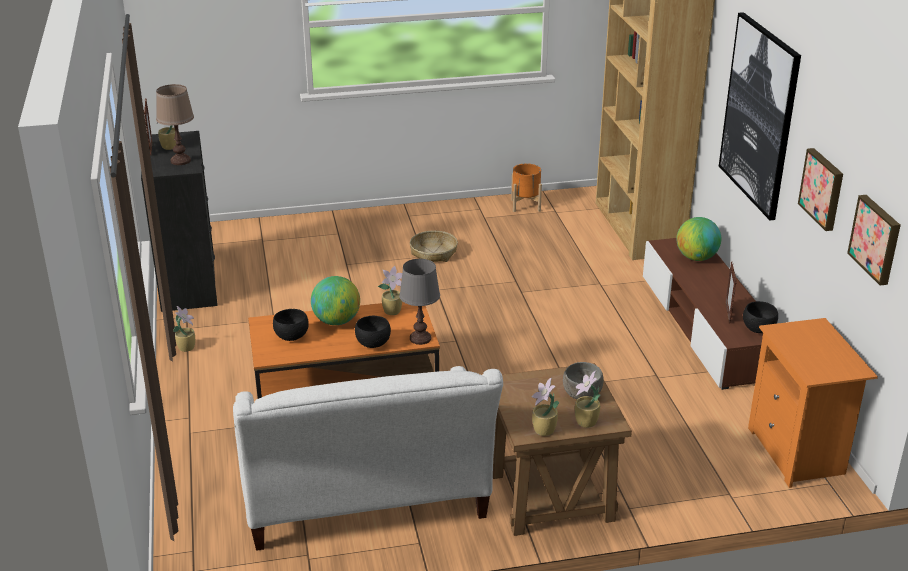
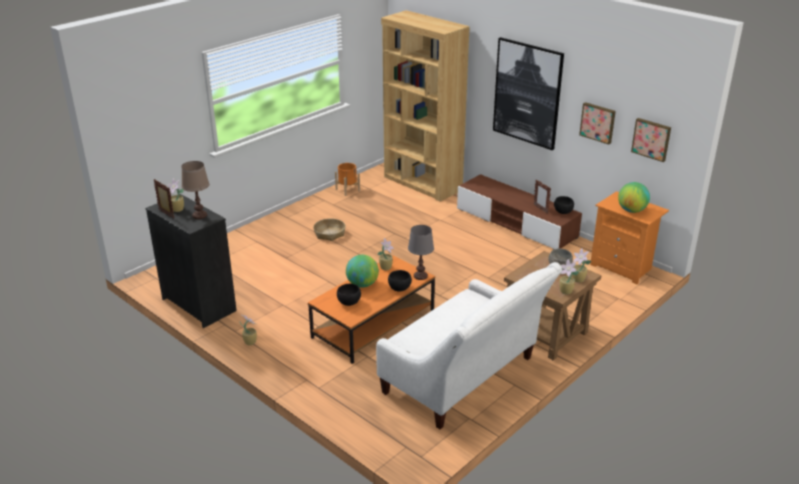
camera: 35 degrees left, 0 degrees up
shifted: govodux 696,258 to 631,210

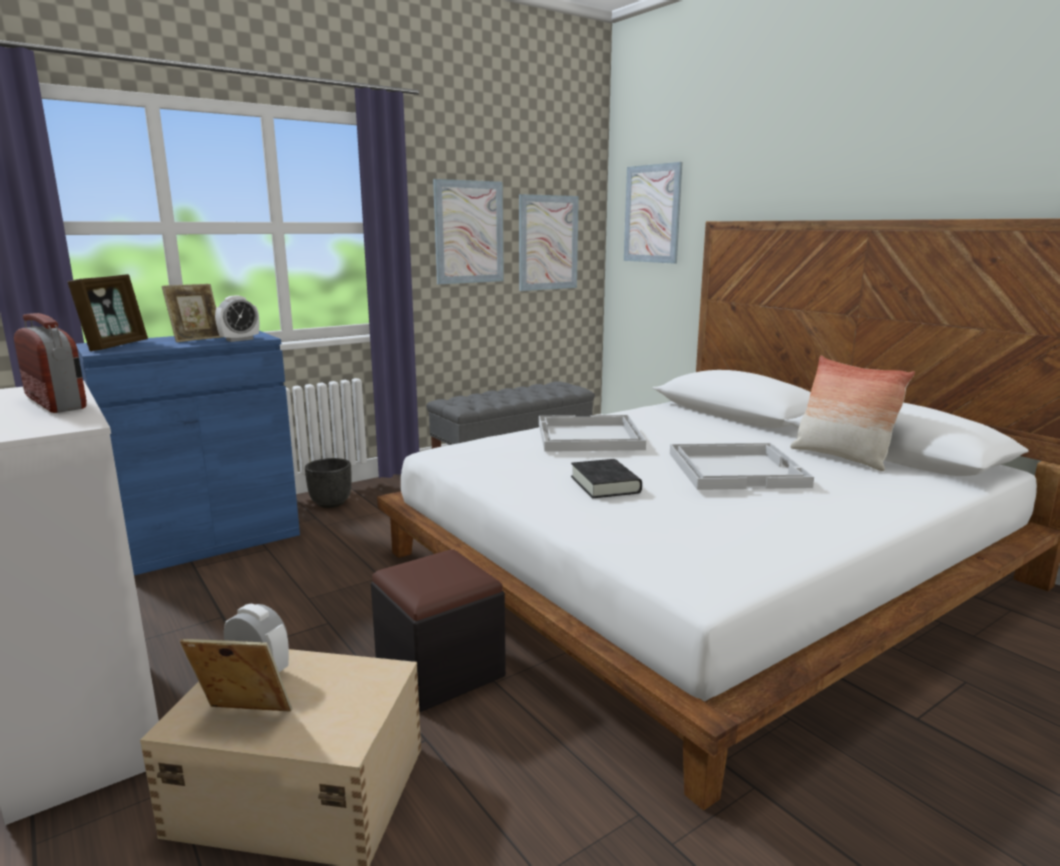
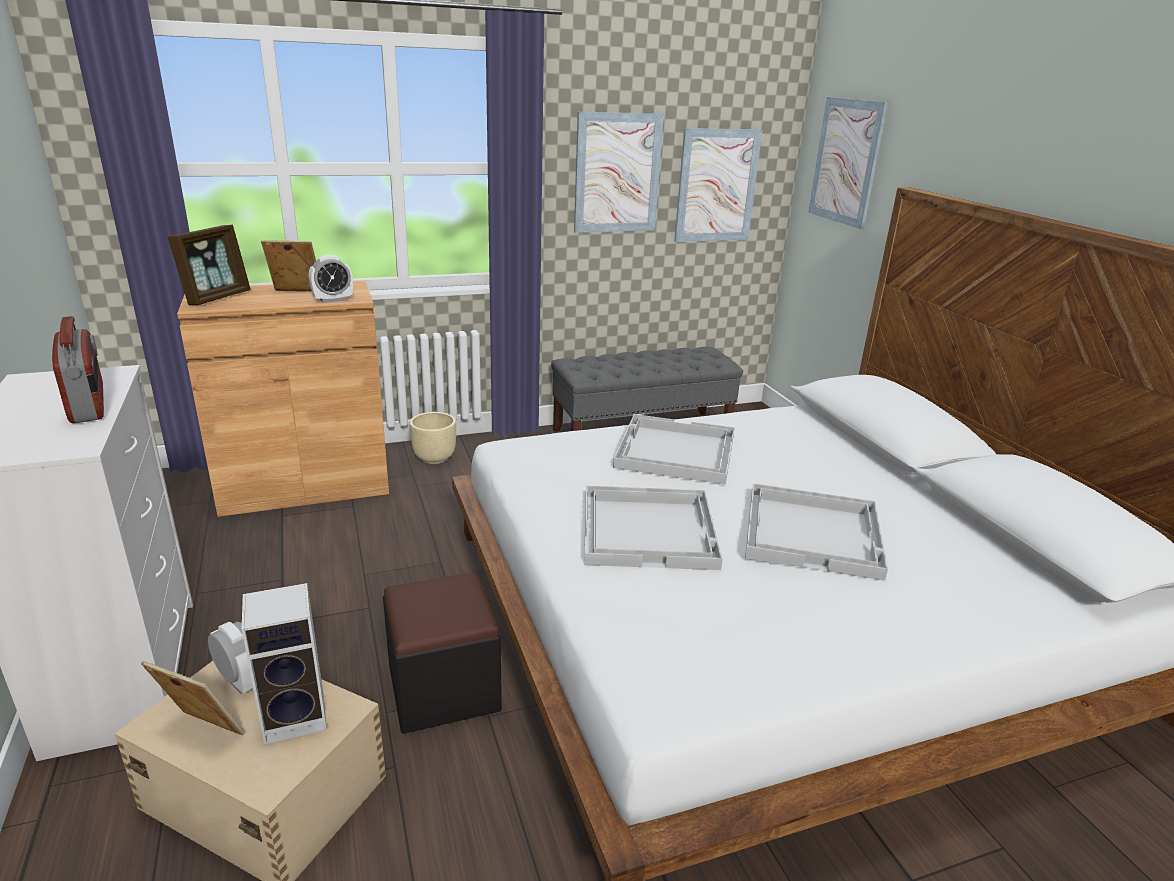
camera: 15 degrees right, 10 degrees up
gone: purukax 841,457
new: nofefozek 297,715
swapped: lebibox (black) 605,484 to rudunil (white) 649,529
repainted: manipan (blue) 207,541 to manipan (brown) 305,485; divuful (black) 331,503 to divuful (beige) 435,458
rotated: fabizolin 197,339 = 296,293 150 degrees counterclockwise

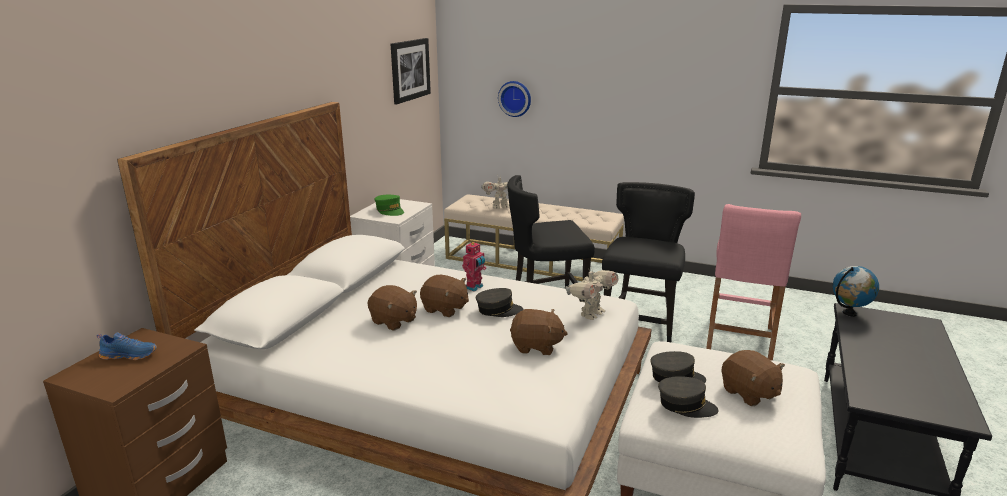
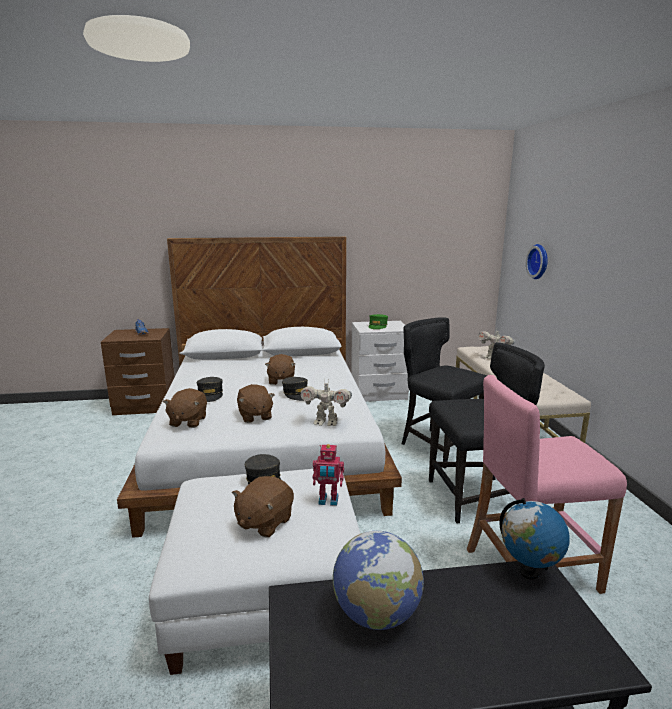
camera: 60 degrees right, 5 degrees down
gone: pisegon 410,70
new: govodux 376,614
shifted: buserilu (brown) 393,321 to 187,421; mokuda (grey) 686,405 to 210,394; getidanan 474,287 to 328,501

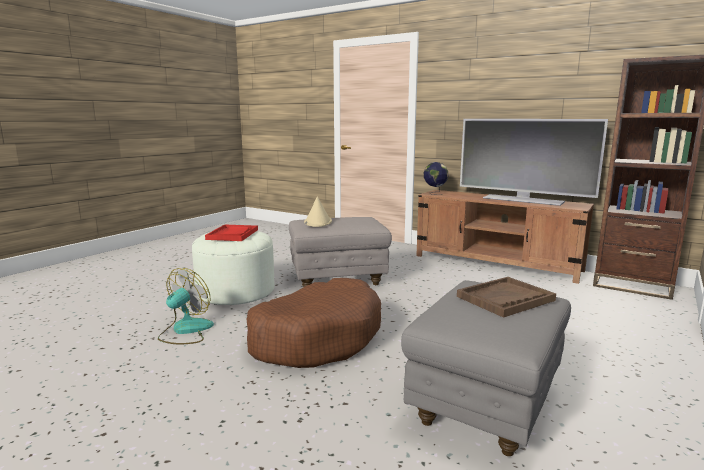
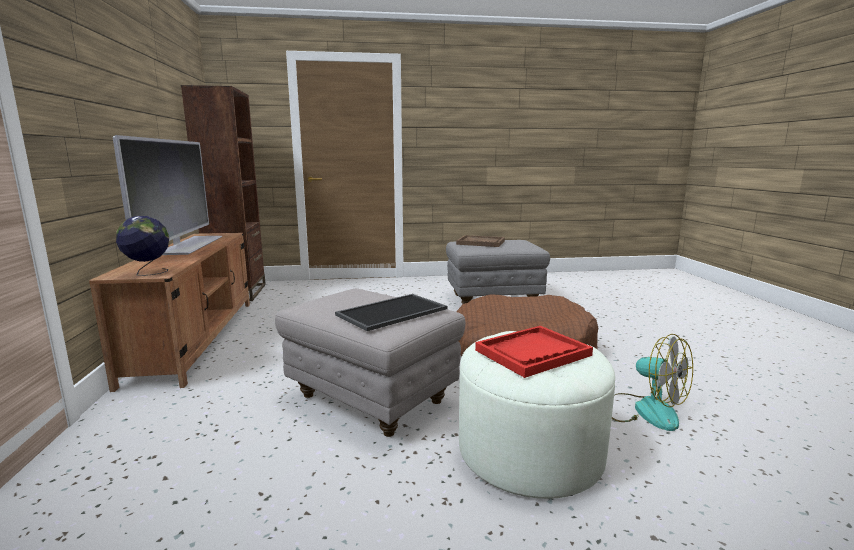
camera: 130 degrees left, 0 degrees up
swapped: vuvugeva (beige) 318,222 to rudunil 392,312
rotated: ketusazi 185,331 = 645,410 120 degrees counterclockwise

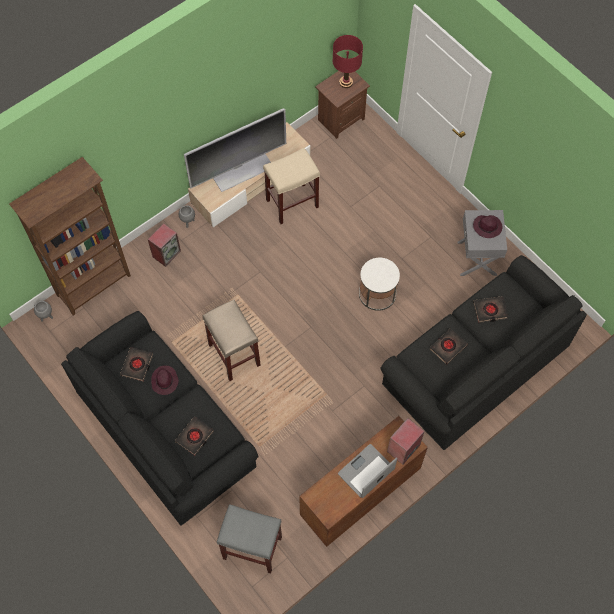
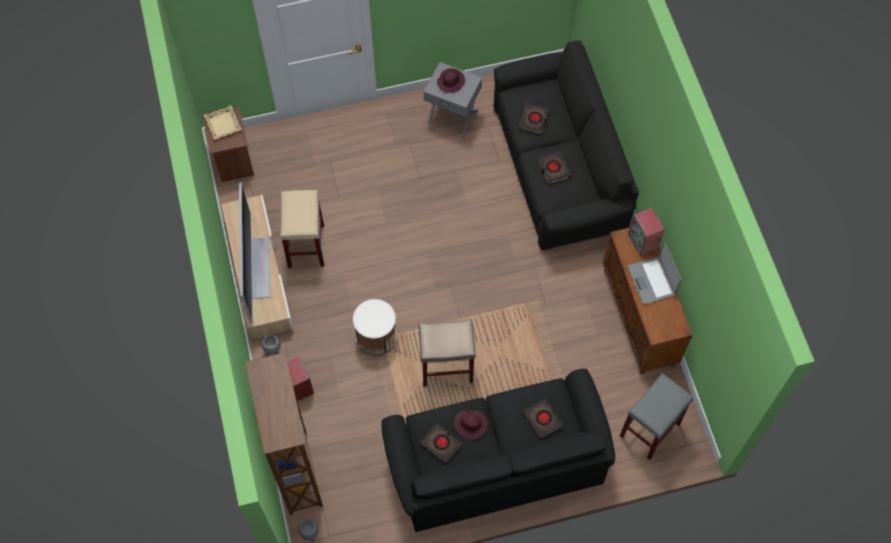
camera: 65 degrees left, 0 degrees up
shifted: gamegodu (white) 377,293 to 376,336
swapped: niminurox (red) 346,82 to rudunil (beige) 223,124

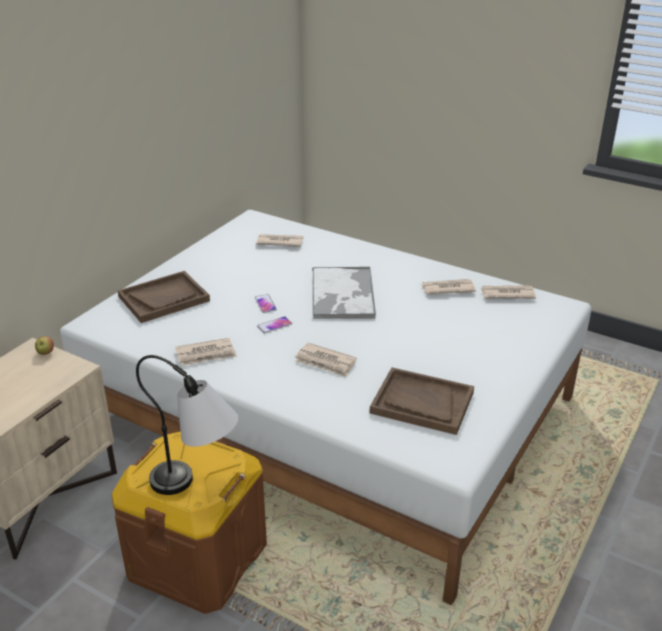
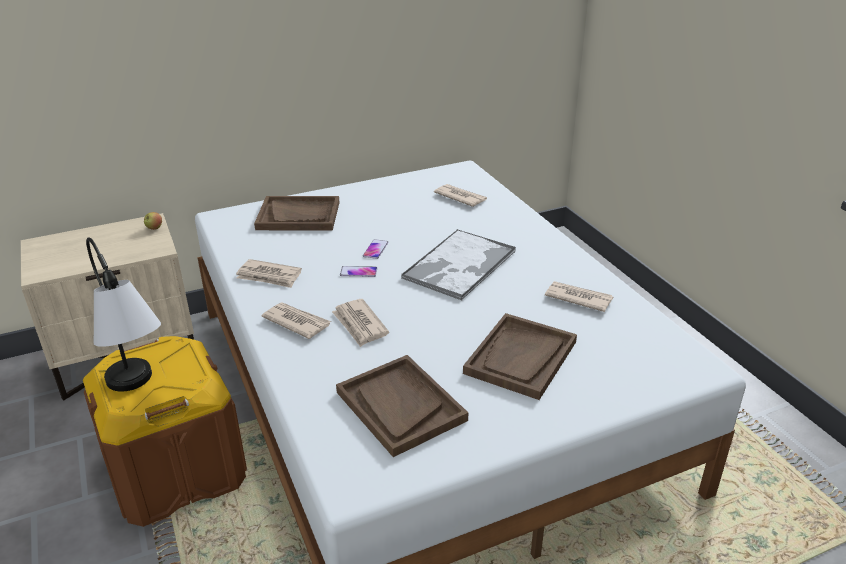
camera: 35 degrees right, 0 degrees up
new: rudunil (brown) 521,358
shifted: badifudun 507,294 to 296,322

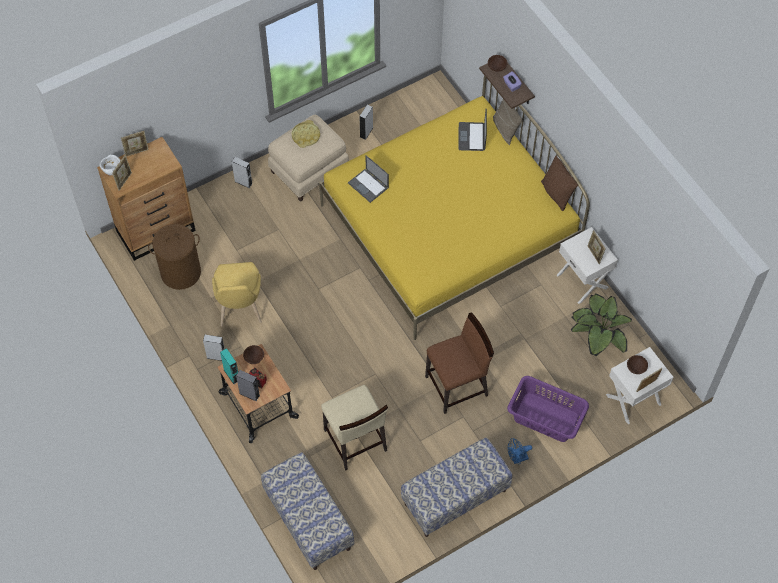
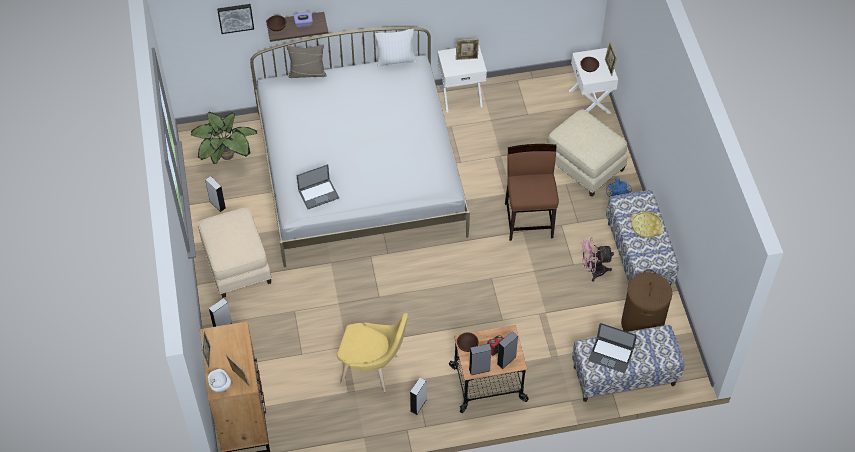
camera: 70 degrees left, 5 degrees down
gone: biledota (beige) 355,441
new: pisegon 235,17; ketusazi (pink) 593,271
shifted: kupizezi 597,341 to 227,157; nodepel 472,136 to 611,355; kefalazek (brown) 181,272 to 642,323; rudunil (yellow) 306,136 to 646,226
swapped: kefalazek (purple) 545,417 to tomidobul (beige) 583,166
repainted: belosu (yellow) 449,228 to belosu (white) 360,173; purukax (brown) 556,194 to purukax (white) 396,60; nofefozek (turquoise) 232,375 to nofefozek (grey) 479,369

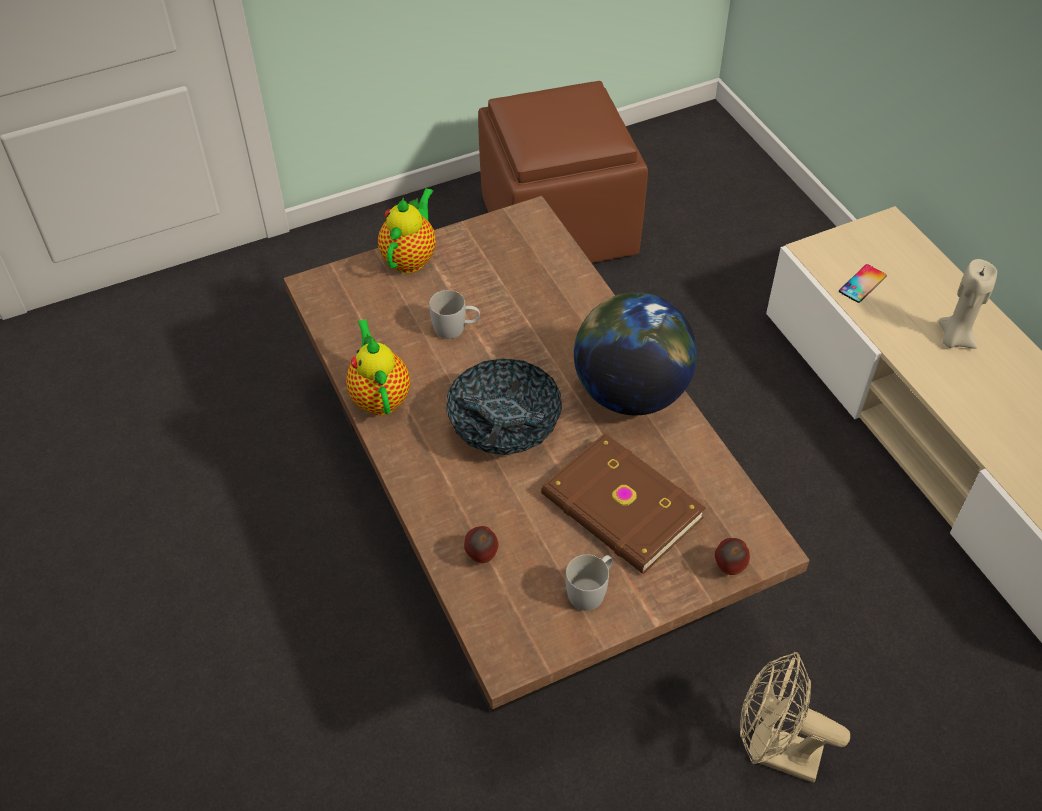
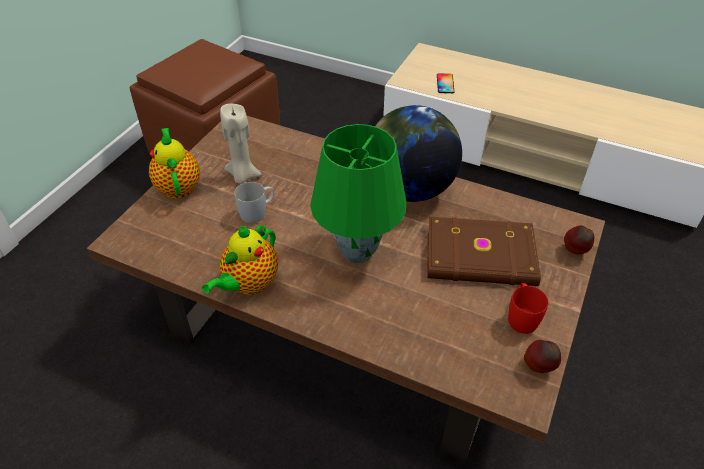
camera: 40 degrees left, 5 degrees down
gone: ketusazi (beige) 773,752
shifted: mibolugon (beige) 954,339 to 242,176; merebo 481,556 to 538,367
swapped: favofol 504,427 to niminurox (green) 357,253
repainted: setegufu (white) 591,590 to setegufu (red) 521,316
rotated: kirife 380,396 = 249,284 90 degrees counterclockwise

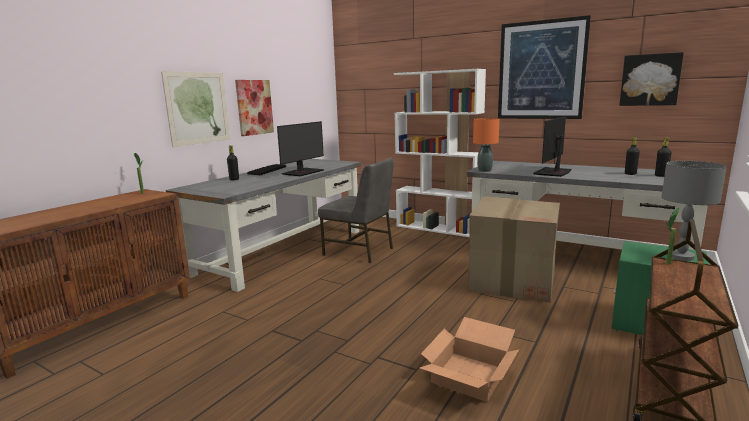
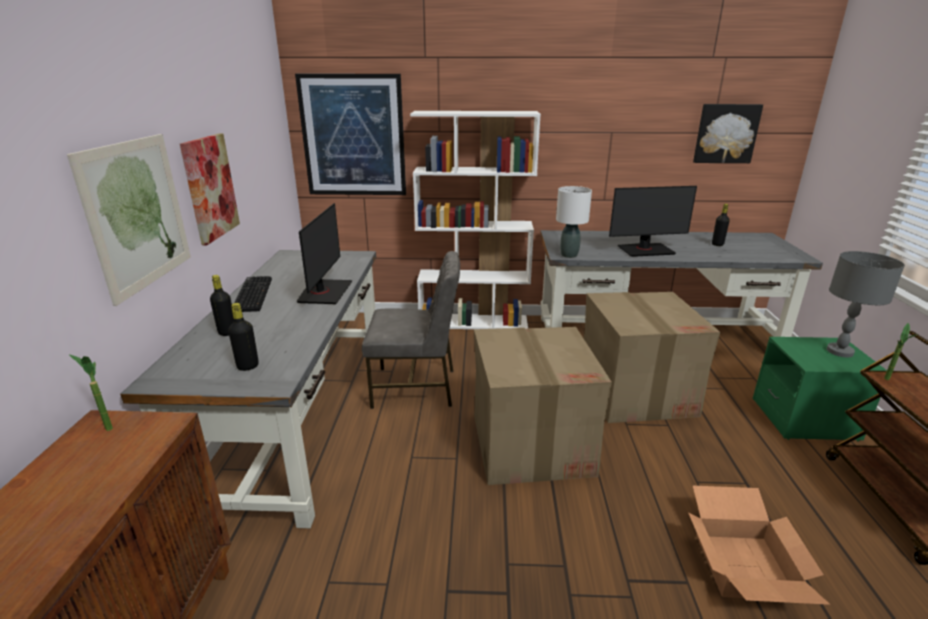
camera: 30 degrees left, 10 degrees up
new: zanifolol 531,443
shifted: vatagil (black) 661,176 to 248,366; pisegon 541,70 to 353,136
repainted: niminurox (orange) 485,170 to niminurox (white) 569,255
rotated: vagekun 553,172 = 645,250 105 degrees counterclockwise

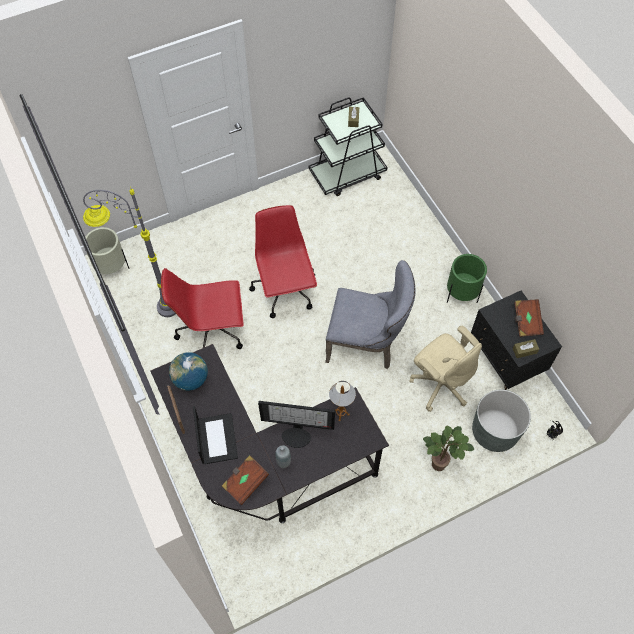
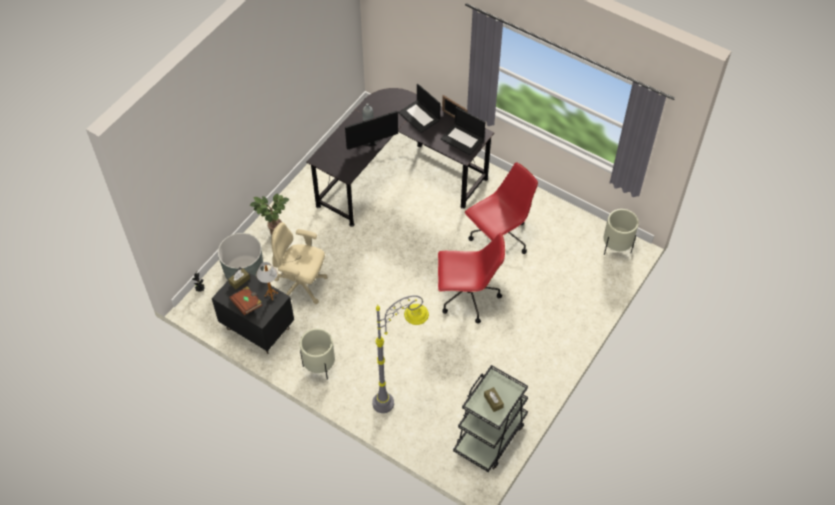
camera: 150 degrees right, 5 degrees down
gone: lebibox (brown) 245,482; biledota (grey) 367,343
shifted: niminurox 341,413 to 271,294; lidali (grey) 149,306 to 400,396
swapped: govodux 191,379 to nodepel 463,139
repainted: divuful (green) 461,295 to divuful (beige) 319,366
rotated: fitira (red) 285,291 = 467,297 45 degrees counterclockwise

